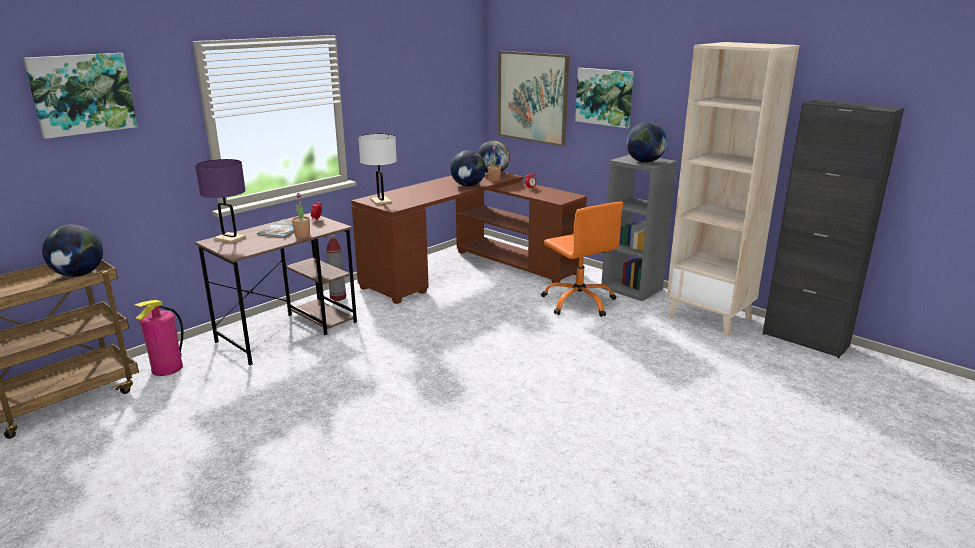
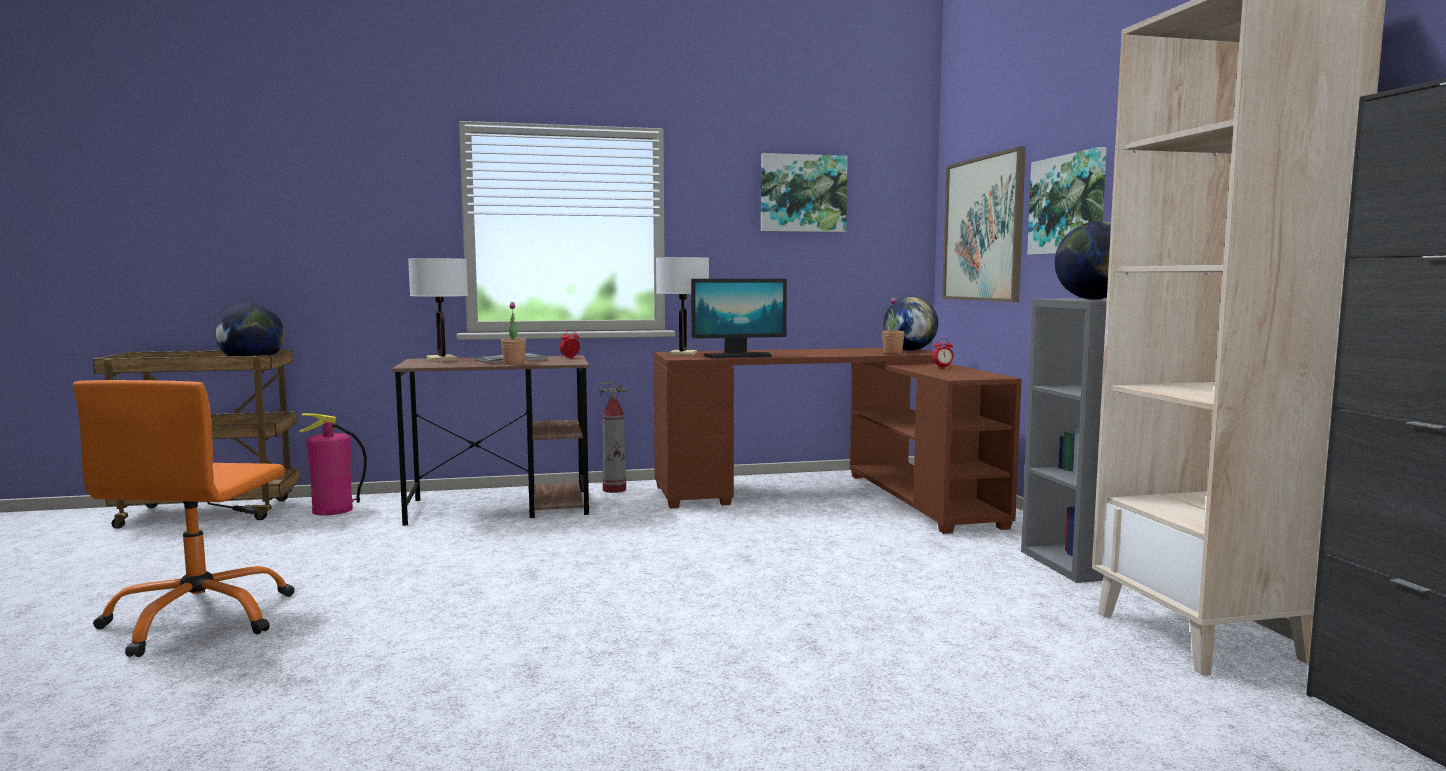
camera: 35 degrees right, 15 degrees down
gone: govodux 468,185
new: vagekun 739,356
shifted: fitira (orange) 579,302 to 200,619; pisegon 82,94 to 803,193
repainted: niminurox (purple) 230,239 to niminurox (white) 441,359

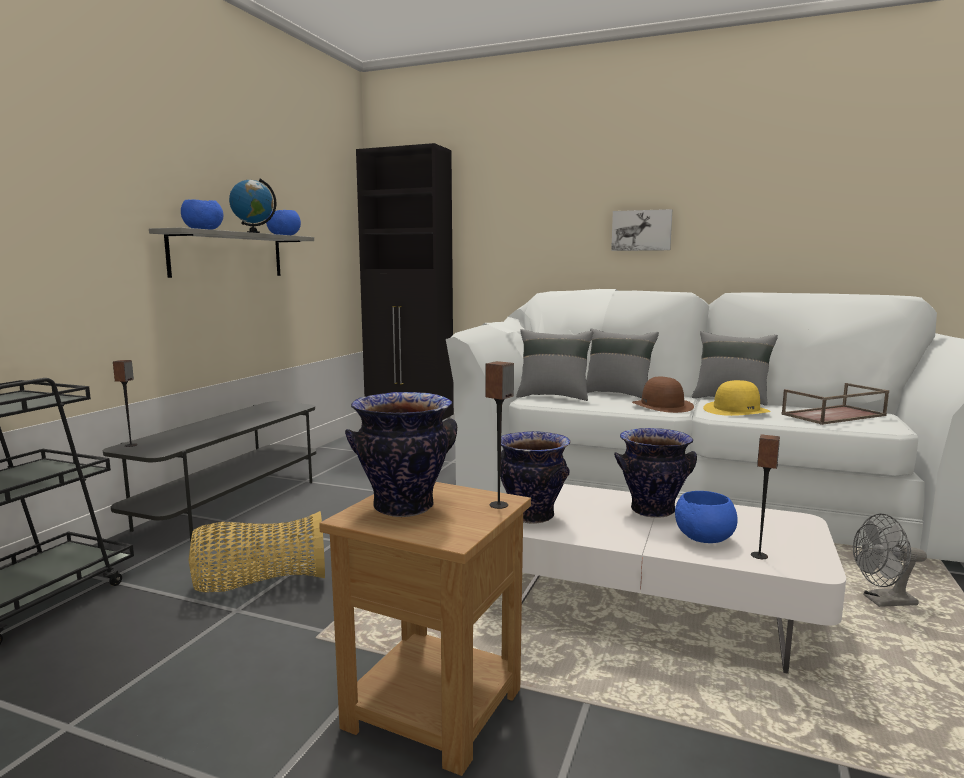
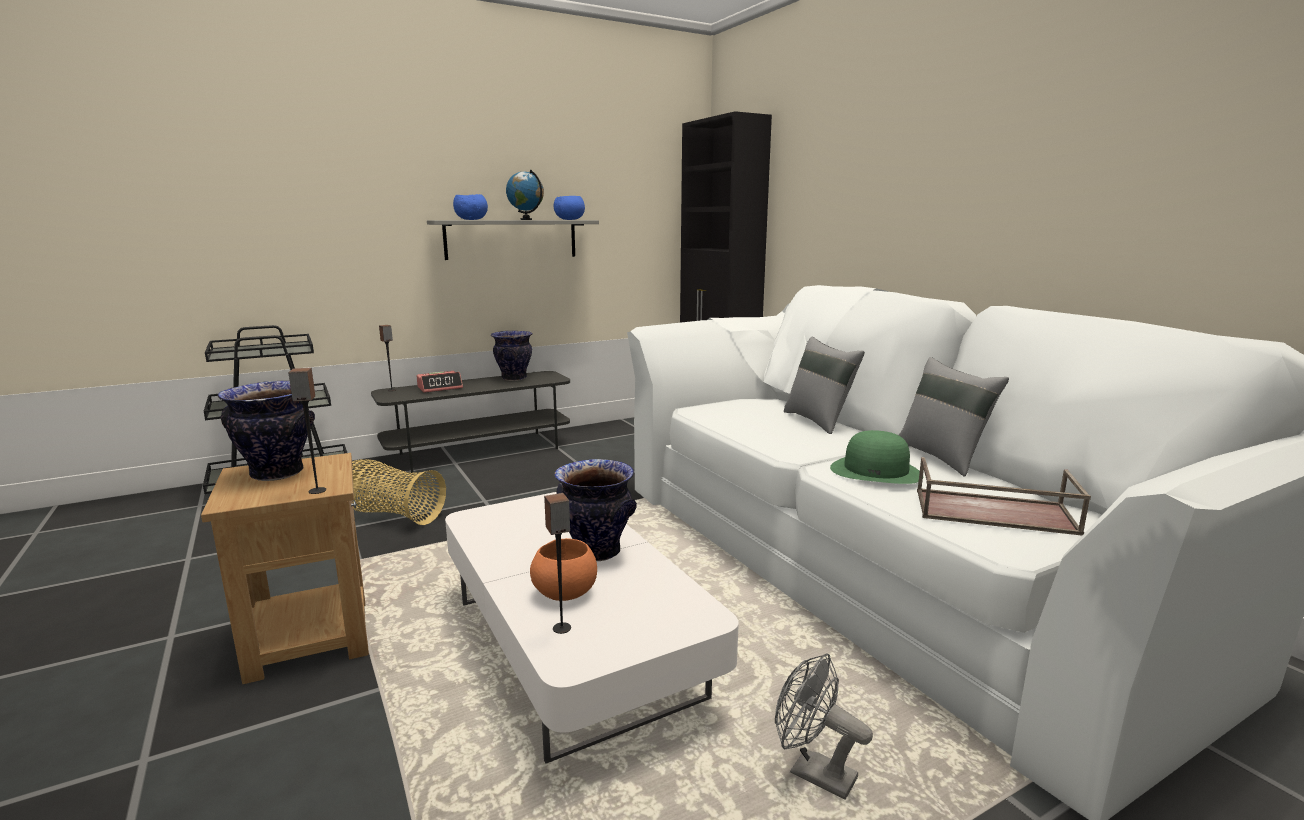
camera: 40 degrees right, 5 degrees up
gone: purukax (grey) 553,396; pisegon 641,230; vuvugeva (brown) 662,406
new: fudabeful 440,387
shifted: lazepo 531,516 to 513,378
repainted: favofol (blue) 703,538 to favofol (orange) 565,592; vuvugeva (yellow) 736,410 to vuvugeva (green) 876,471

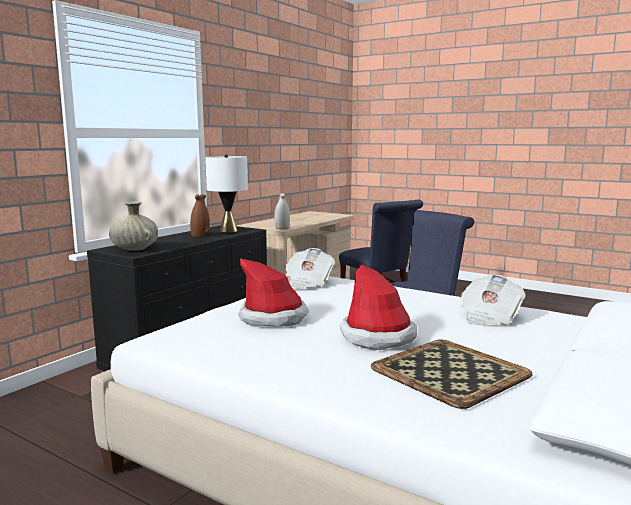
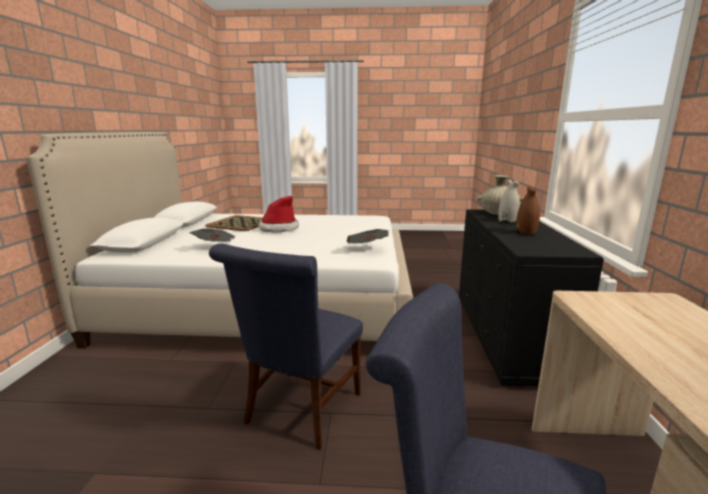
camera: 150 degrees right, 5 degrees up
gone: niminurox (white) 228,230; vuvugeva 273,317
shifted: lazepo (white) 282,228 to 507,221

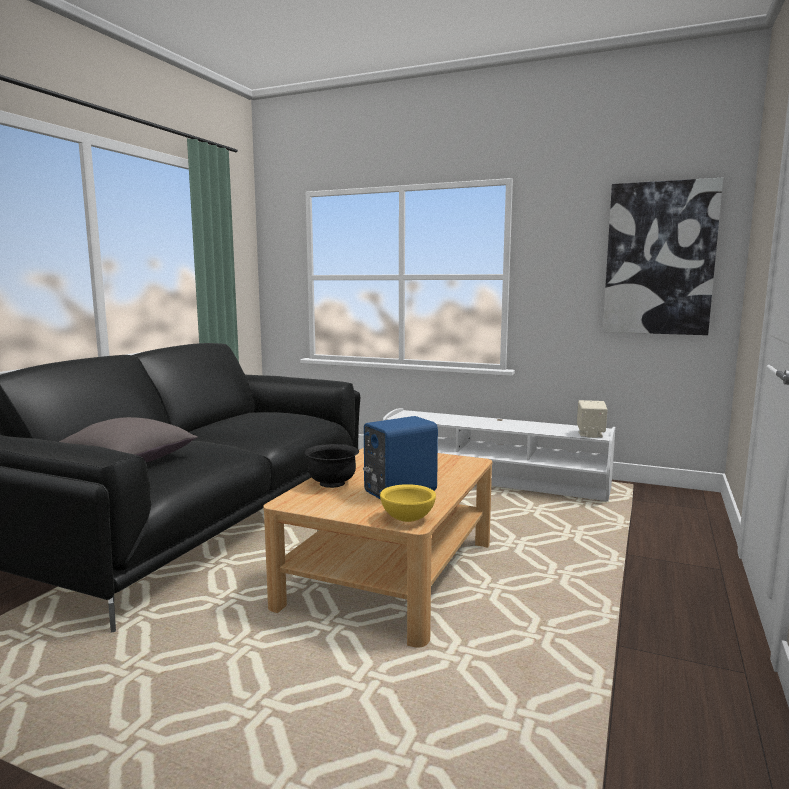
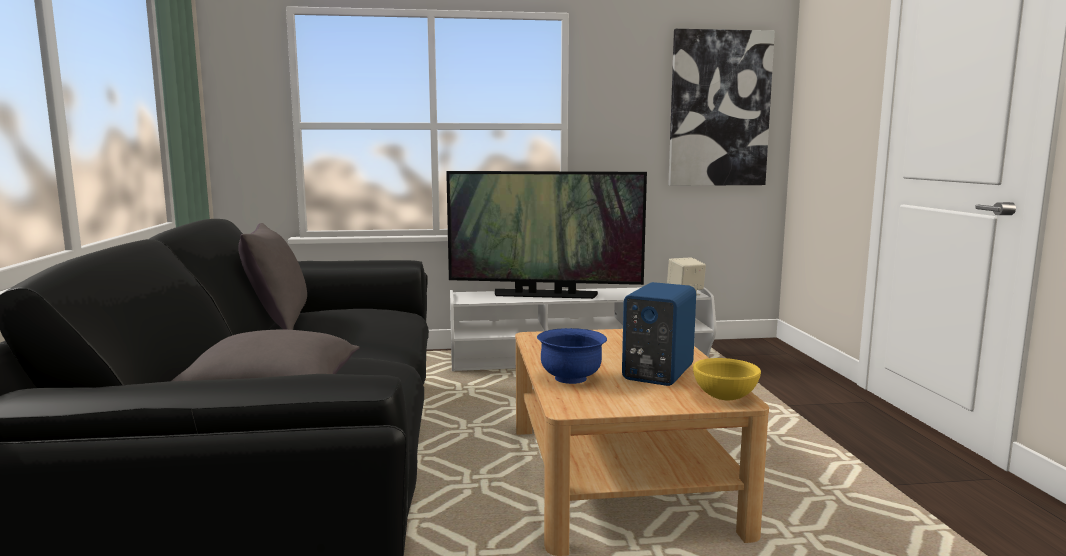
camera: 30 degrees left, 0 degrees up
new: purukax (grey) 278,323; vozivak 545,295
repainted: favofol (black) 332,483 to favofol (blue) 571,378

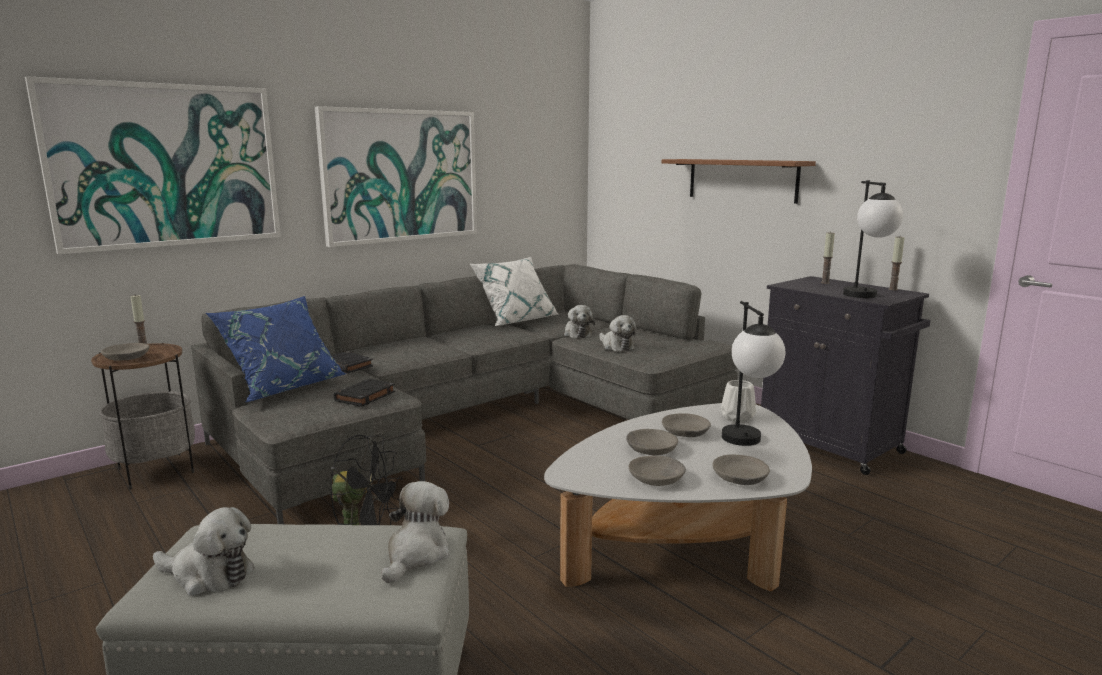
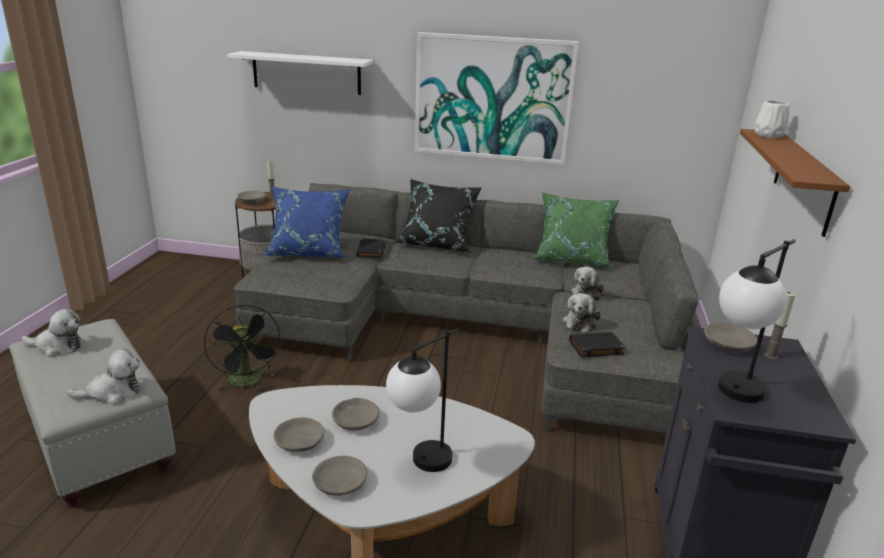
camera: 50 degrees right, 10 degrees up
gone: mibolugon 893,289
new: purukax (black) 437,244
shifted: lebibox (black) 365,396 to 595,348; favofol (grey) 685,432 to 727,345; lazepo (white) 737,418 to 768,135
swapped: pisegon 166,166 to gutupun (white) 306,73
repainted: purukax (white) 516,320 to purukax (green) 572,259
rotated: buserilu 209,575 = 57,347 60 degrees counterclockwise

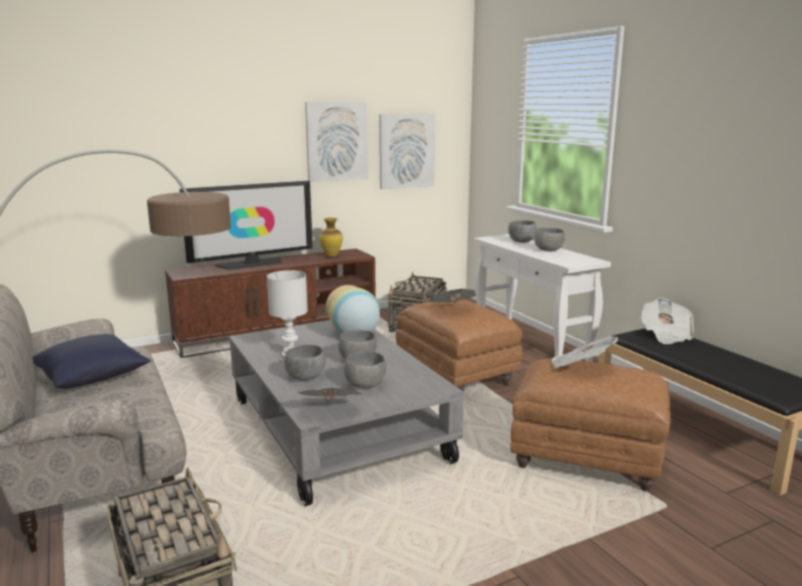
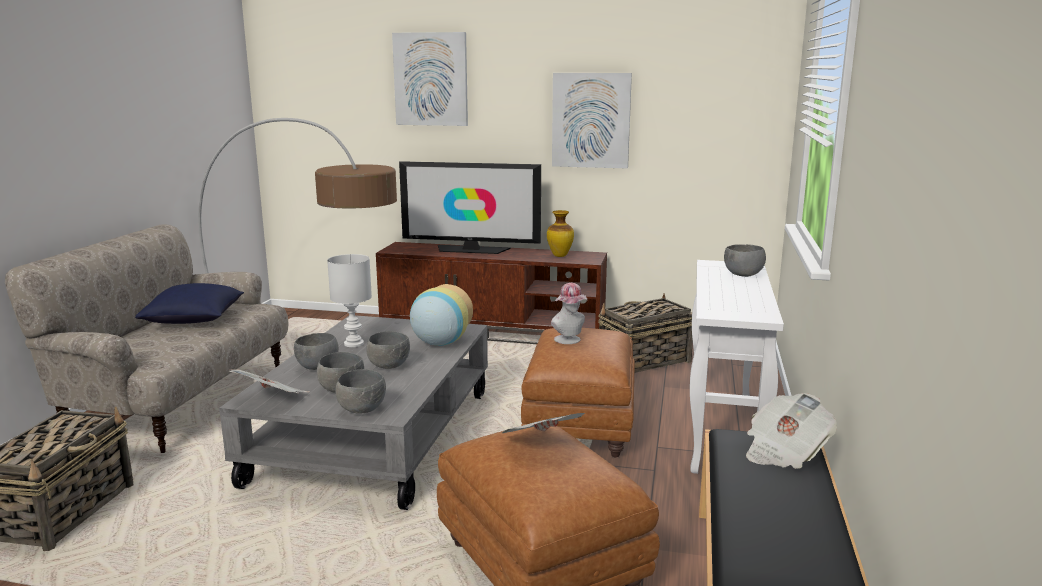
camera: 40 degrees right, 0 degrees up
shifted: favofol (grey) 548,250 to 363,410; pisegon 406,151 to 431,79
swapped: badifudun 451,309 to vuvugeva 570,340

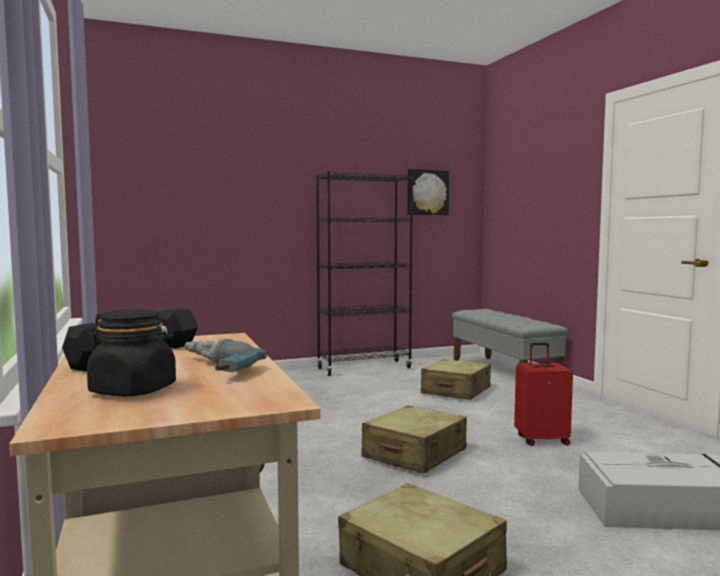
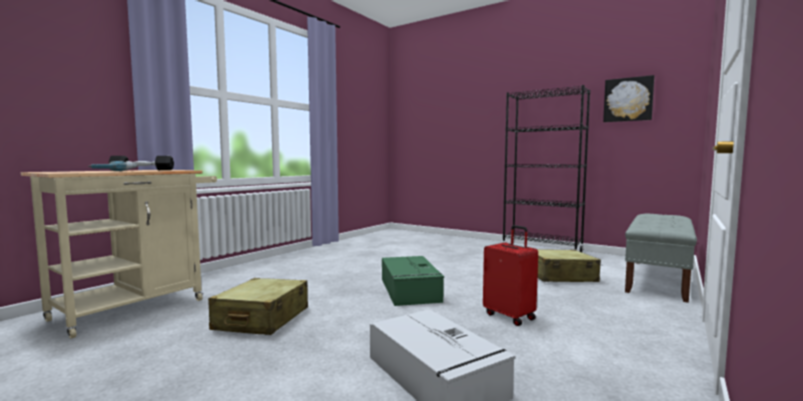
camera: 55 degrees right, 0 degrees up
gone: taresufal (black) 134,390
swapped: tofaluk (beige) 414,454 to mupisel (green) 410,290

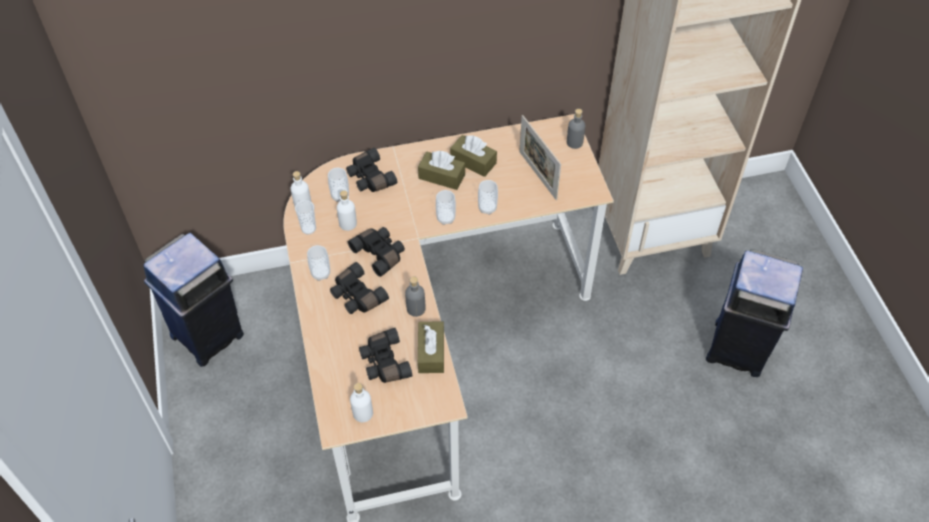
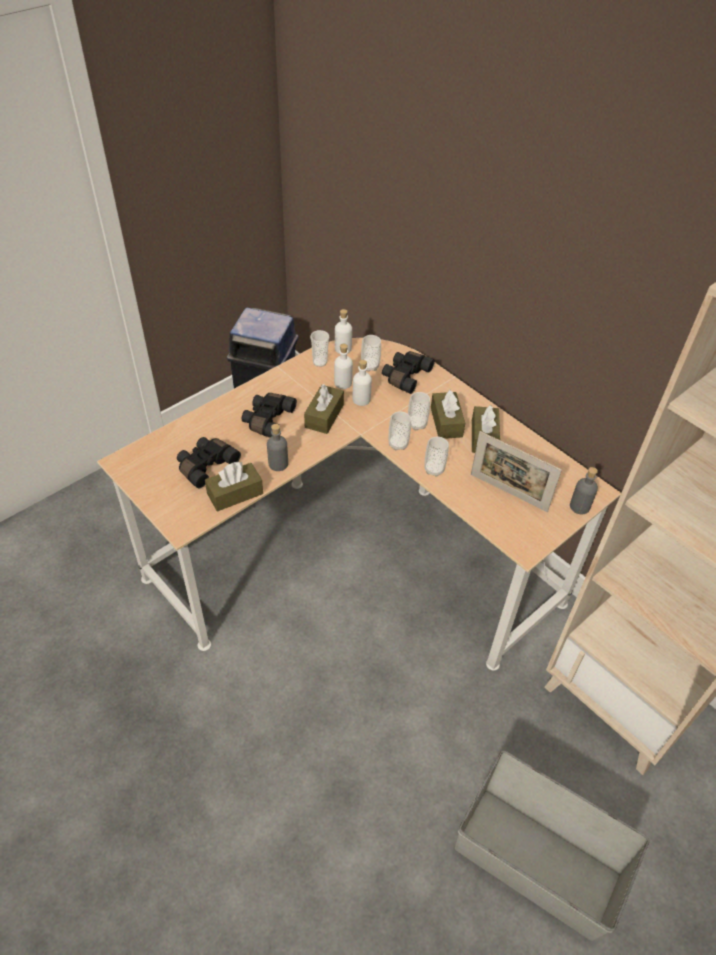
camera: 60 degrees right, 5 degrees down
shifted: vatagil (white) 363,413 to 361,399; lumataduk 321,273 to 417,424
swapped: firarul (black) 380,254 to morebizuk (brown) 324,416; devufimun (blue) 739,348 to mupisel (grey) 535,860
rotated: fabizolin 537,175 = 508,492 90 degrees counterclockwise

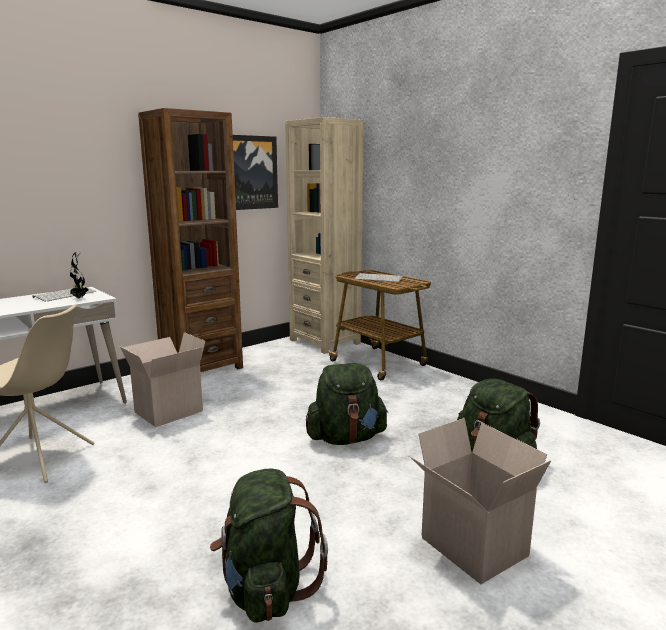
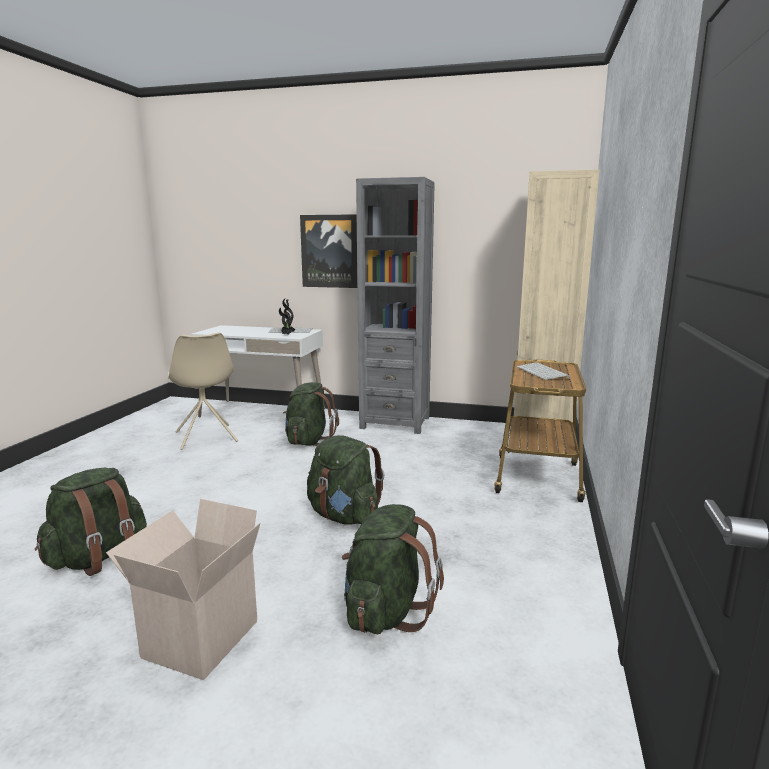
camera: 55 degrees right, 0 degrees up
shifted: pisegon 251,172 to 329,251
swapped: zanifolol 168,411 to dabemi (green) 308,441
repainted: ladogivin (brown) 201,368 to ladogivin (grey) 395,423

